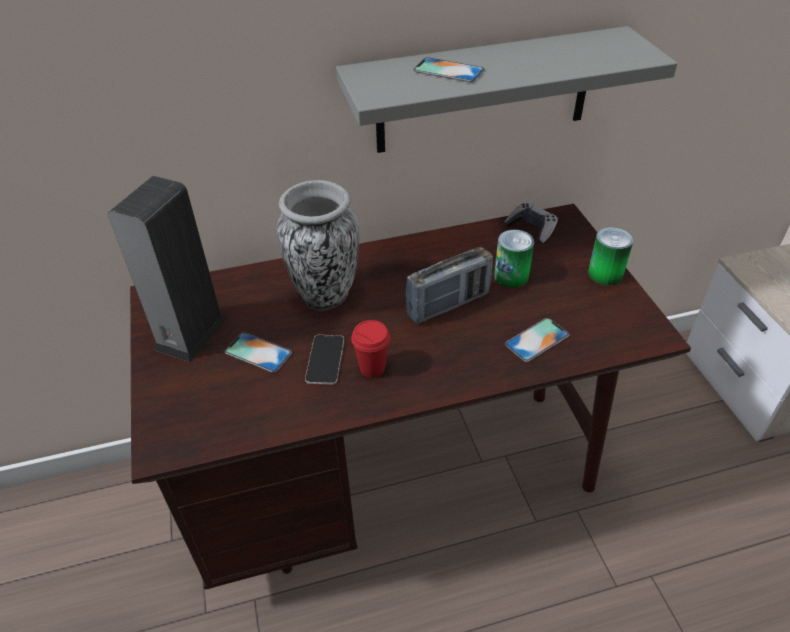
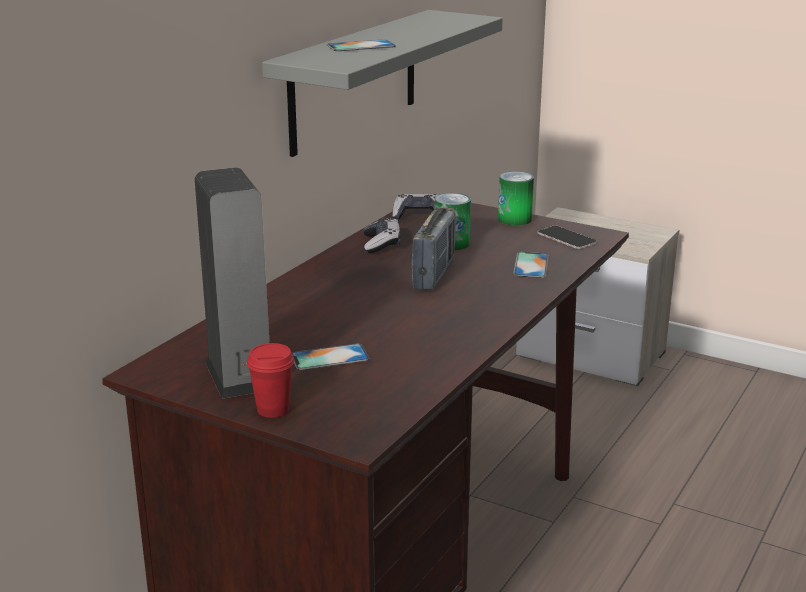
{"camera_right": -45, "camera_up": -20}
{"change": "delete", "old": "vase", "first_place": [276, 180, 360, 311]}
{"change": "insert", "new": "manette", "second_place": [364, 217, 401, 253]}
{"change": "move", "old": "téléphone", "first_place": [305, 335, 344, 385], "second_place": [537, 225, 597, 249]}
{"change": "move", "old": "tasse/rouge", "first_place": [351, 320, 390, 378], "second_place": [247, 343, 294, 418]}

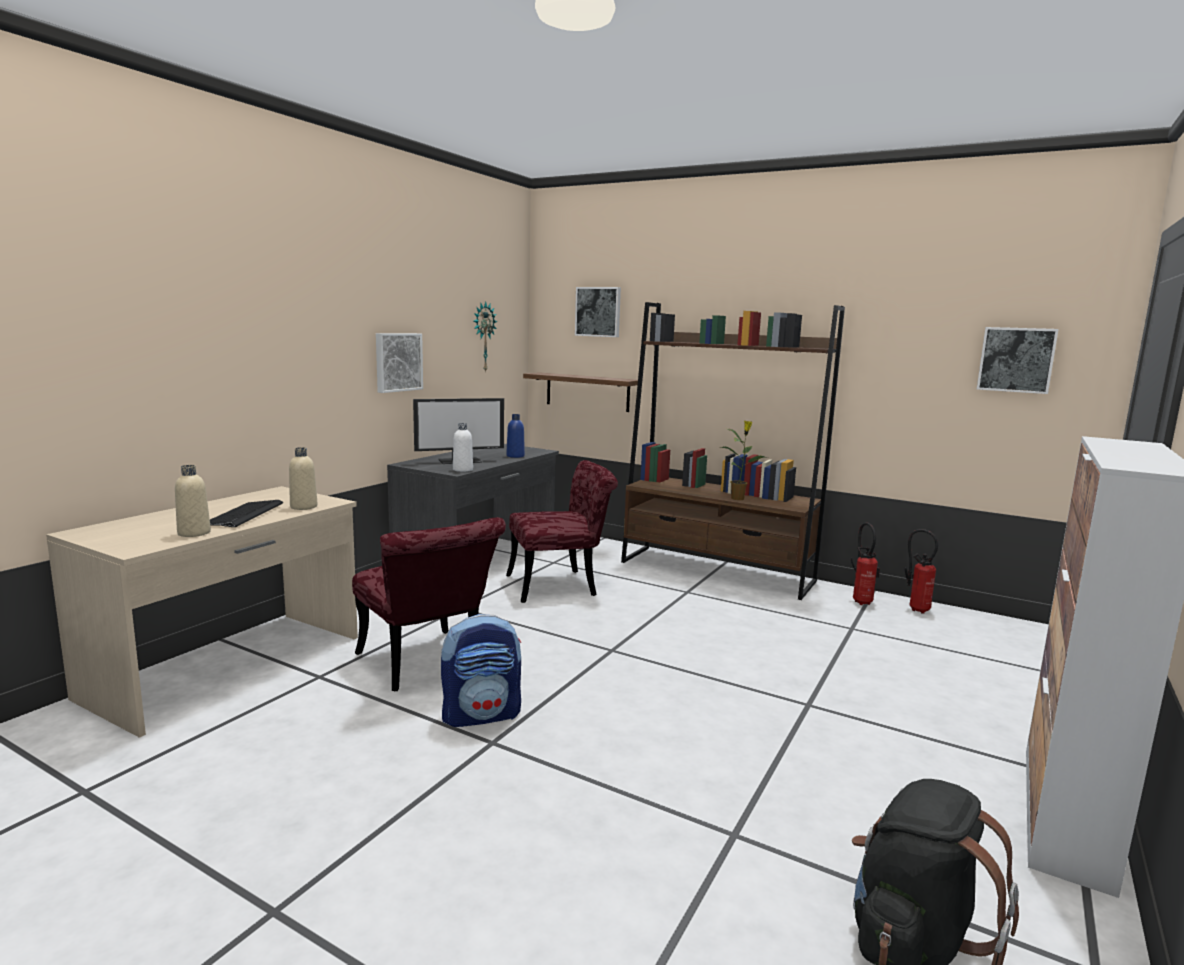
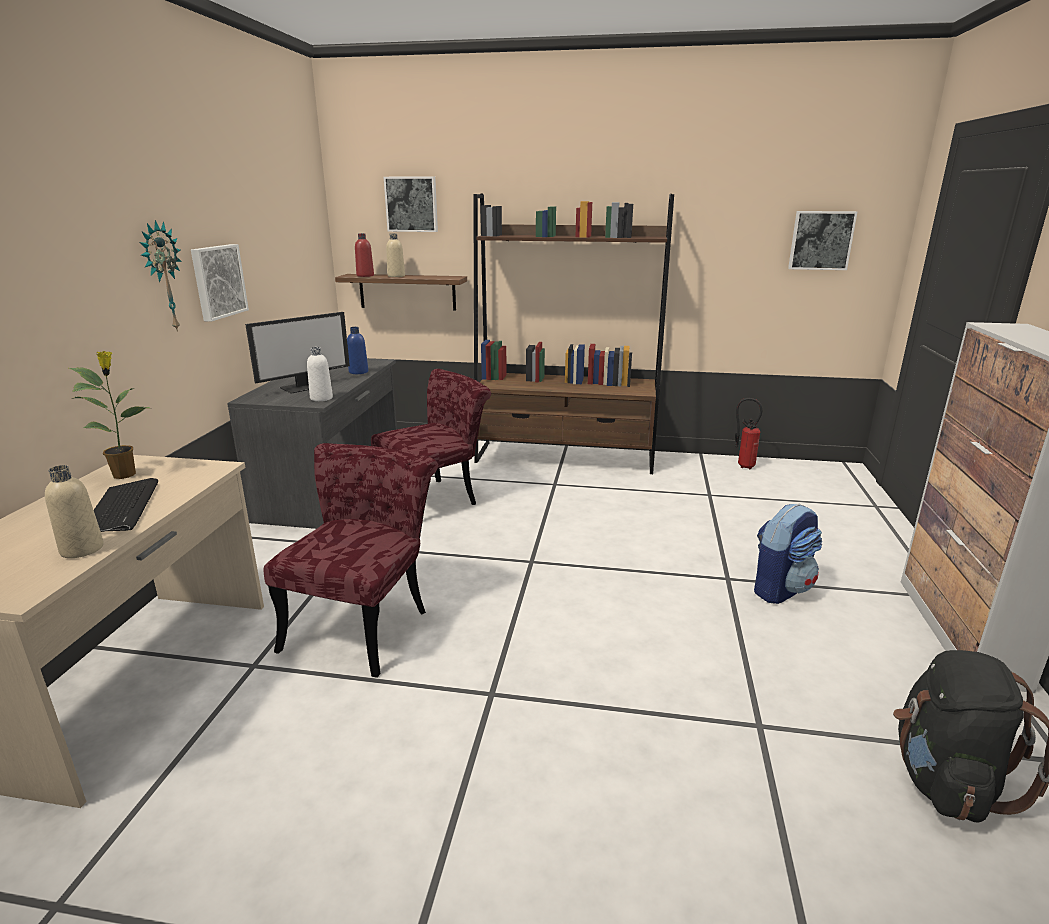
{"camera_right": -20, "camera_up": 10}
{"change": "delete", "old": "extincteur", "first_place": [851, 522, 880, 605]}
{"change": "insert", "new": "bouteille/rouge", "second_place": [355, 233, 374, 277]}
{"change": "move", "old": "bouteille/beige", "first_place": [289, 447, 318, 510], "second_place": [386, 234, 405, 277]}
{"change": "move", "old": "sac à dos", "first_place": [441, 614, 521, 727], "second_place": [754, 504, 822, 604]}
{"change": "move", "old": "horloge murale", "first_place": [474, 301, 497, 373], "second_place": [139, 220, 182, 332]}
{"change": "move", "old": "plante en pot", "first_place": [719, 421, 768, 500], "second_place": [69, 351, 150, 479]}
{"change": "rotate", "old": "chaise/rouge", "first_place": [352, 517, 506, 691], "second_place": [263, 443, 438, 678], "degrees": -105}

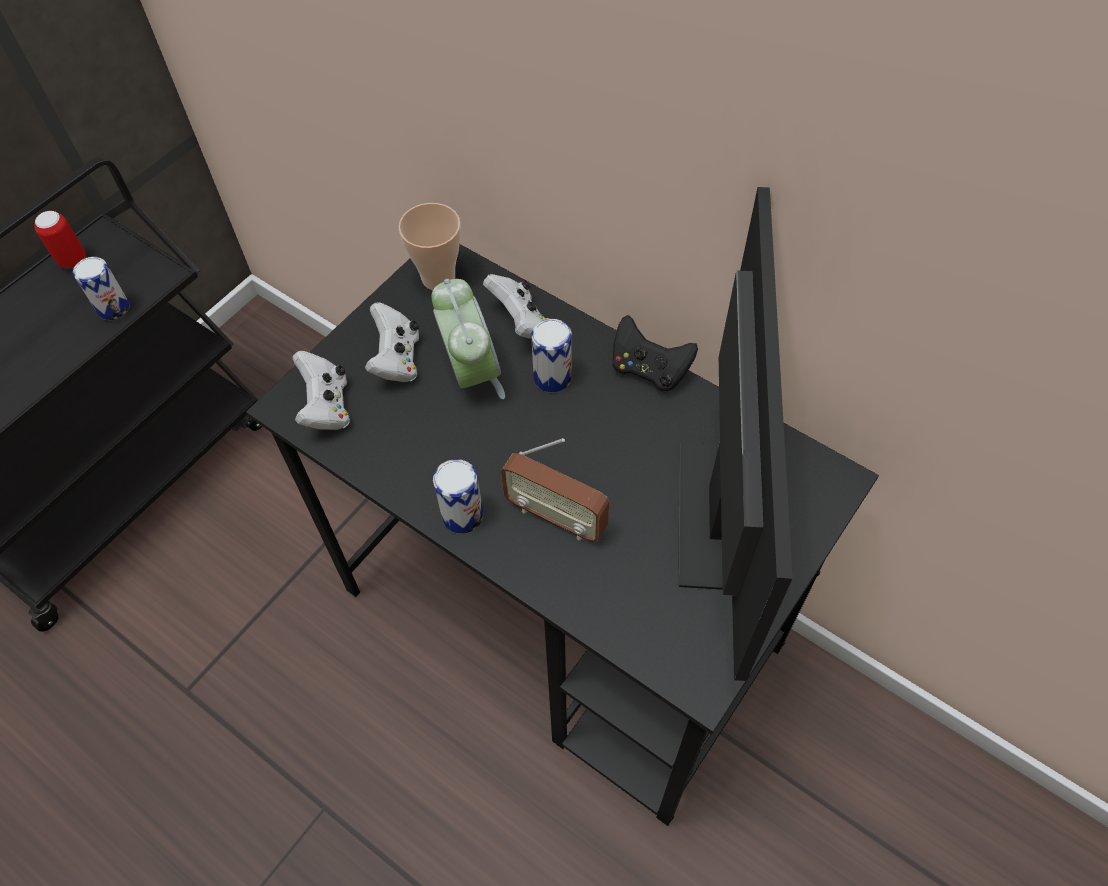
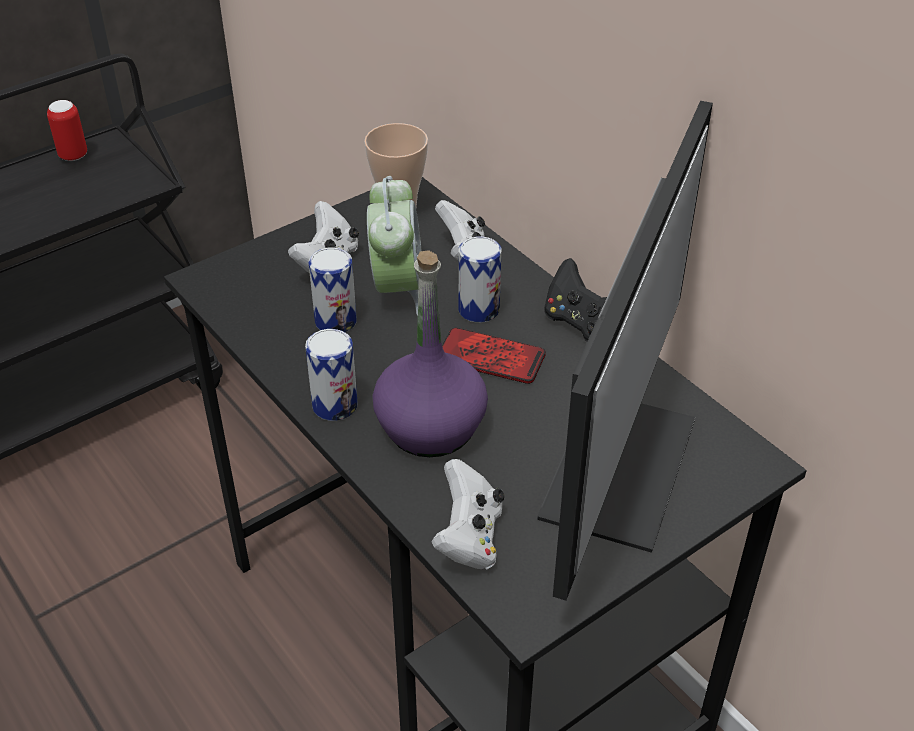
{"camera_right": 15, "camera_up": -15}
{"change": "insert", "new": "téléphone", "second_place": [442, 328, 546, 384]}
{"change": "move", "old": "boîte métallique", "first_place": [73, 257, 130, 320], "second_place": [309, 247, 357, 332]}
{"change": "move", "old": "manette/blanc", "first_place": [293, 351, 350, 430], "second_place": [431, 459, 504, 569]}
{"change": "replace", "old": "radio", "new": "bouteille/violet", "first_place": [501, 438, 609, 542], "second_place": [373, 250, 488, 457]}

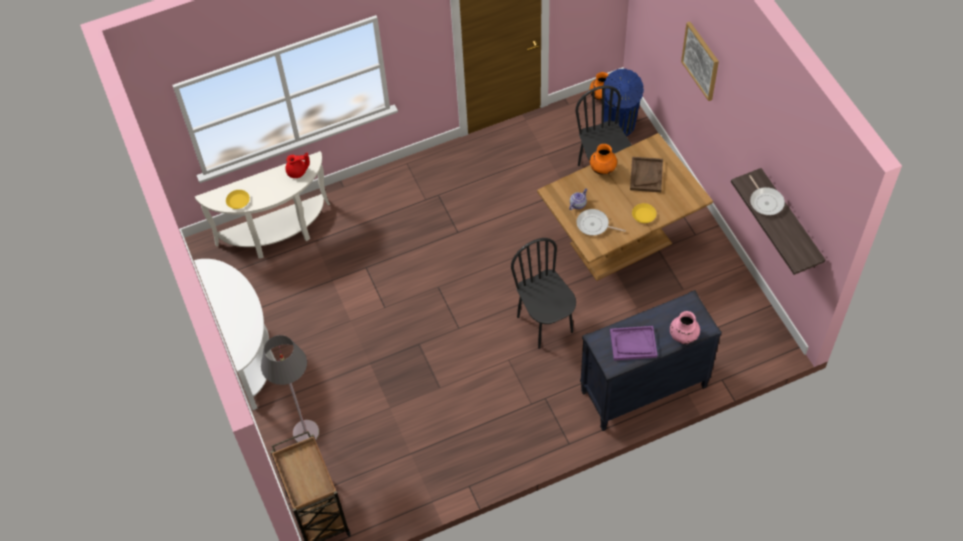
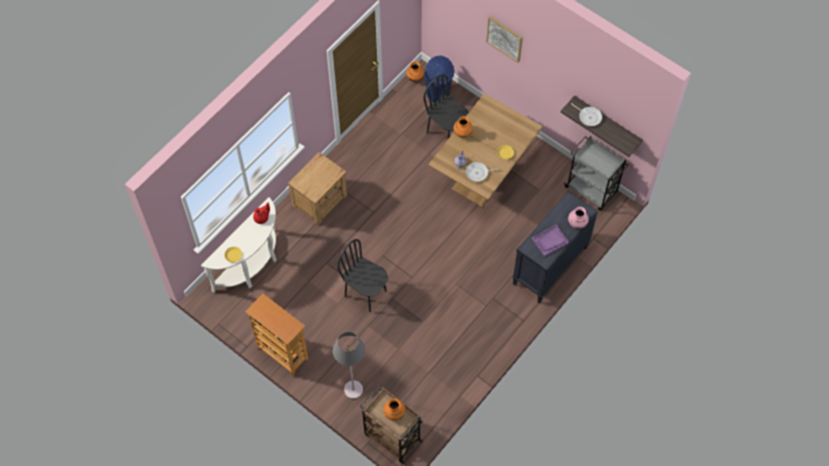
{"camera_right": -30, "camera_up": 5}
{"change": "delete", "old": "plateau/marron", "first_place": [630, 157, 663, 192]}
{"change": "insert", "new": "table de chevet/marron", "second_place": [288, 152, 347, 226]}
{"change": "insert", "new": "vase/orange", "second_place": [384, 399, 405, 420]}
{"change": "insert", "new": "chariot/gris", "second_place": [564, 136, 629, 210]}
{"change": "move", "old": "chaise/noir", "first_place": [511, 238, 576, 349], "second_place": [337, 239, 388, 312]}
{"change": "replace", "old": "table console/blanc", "new": "bibliothèque", "first_place": [194, 259, 276, 410], "second_place": [245, 294, 309, 376]}

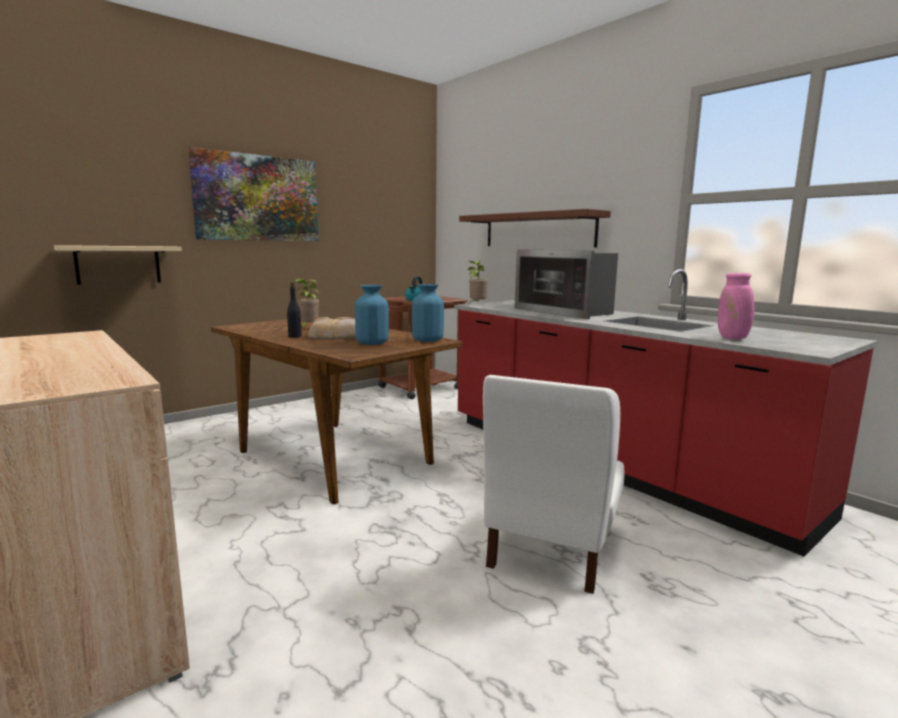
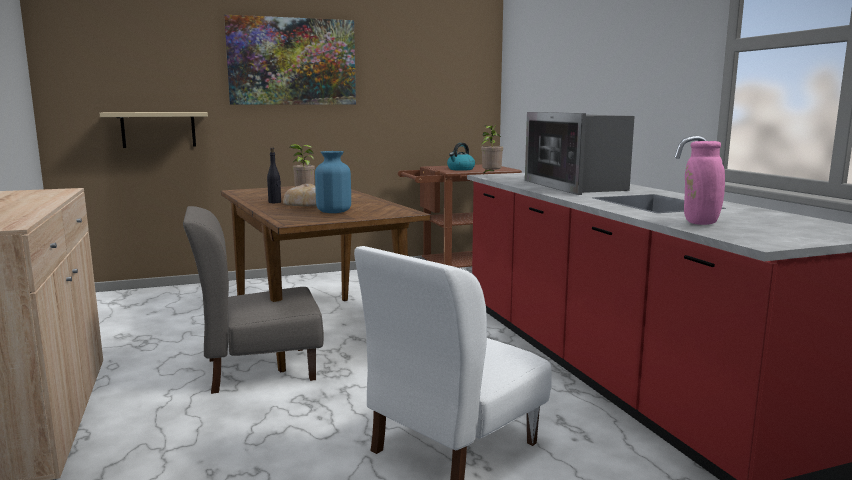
{"camera_right": 20, "camera_up": 0}
{"change": "delete", "old": "vase/bleu", "first_place": [412, 284, 444, 342]}
{"change": "delete", "old": "étagère/marron", "first_place": [459, 209, 611, 247]}
{"change": "insert", "new": "chaise/gris", "second_place": [183, 206, 324, 394]}

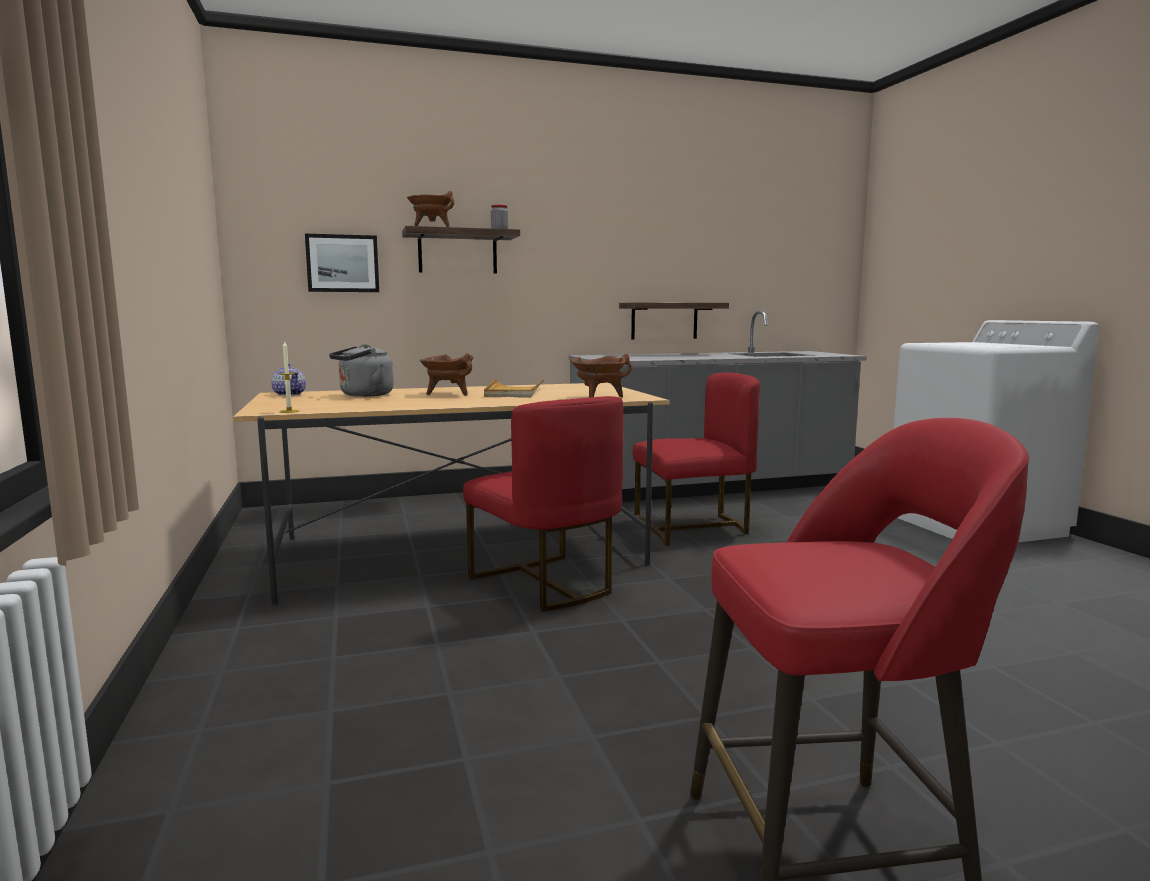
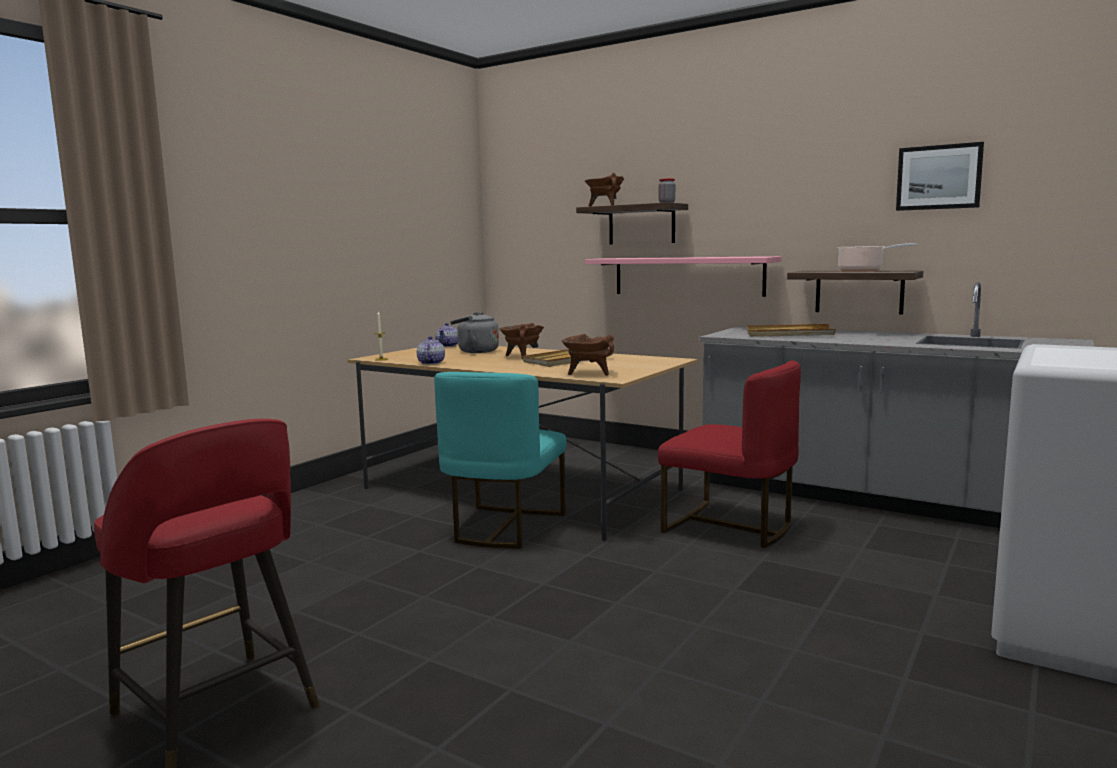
{"camera_right": 50, "camera_up": 0}
{"change": "insert", "new": "théière", "second_place": [417, 336, 445, 365]}
{"change": "insert", "new": "étagère/rose", "second_place": [585, 256, 782, 297]}
{"change": "insert", "new": "plateau/beige", "second_place": [747, 324, 836, 337]}
{"change": "insert", "new": "marmite", "second_place": [837, 243, 917, 272]}
{"change": "move", "old": "tableau", "first_place": [305, 234, 379, 292], "second_place": [896, 142, 984, 211]}
{"change": "recolor", "old": "chaise/rouge", "new": "chaise/turquoise", "first_place": [463, 396, 623, 612], "second_place": [434, 372, 567, 549]}

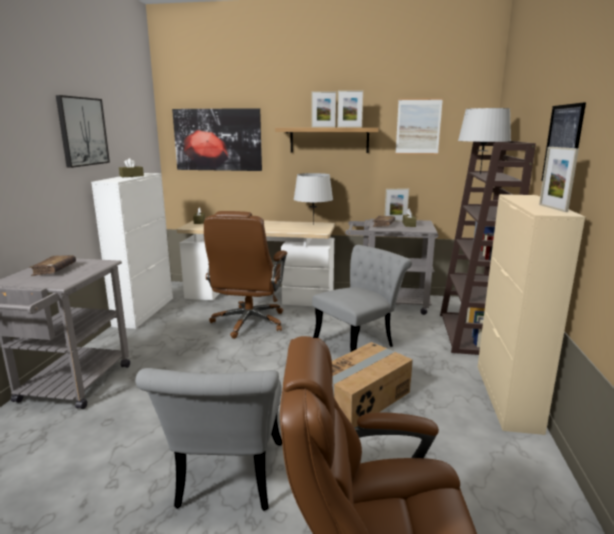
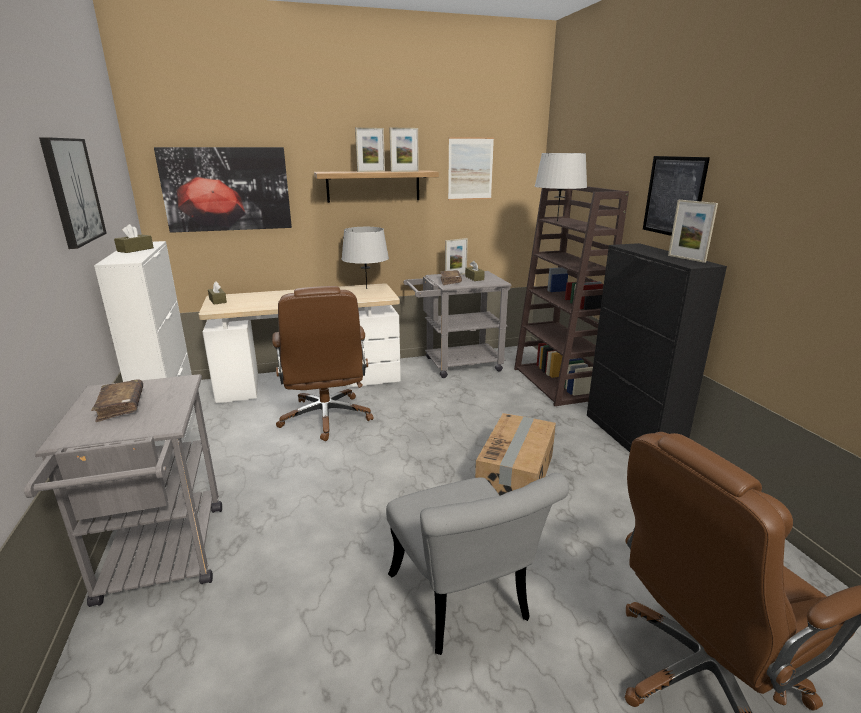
{"camera_right": -25, "camera_up": 5}
{"change": "delete", "old": "chaise/gris", "first_place": [312, 245, 412, 352]}
{"change": "recolor", "old": "meuble de rangement/beige", "new": "meuble de rangement/noir", "first_place": [478, 194, 585, 435], "second_place": [587, 243, 727, 452]}

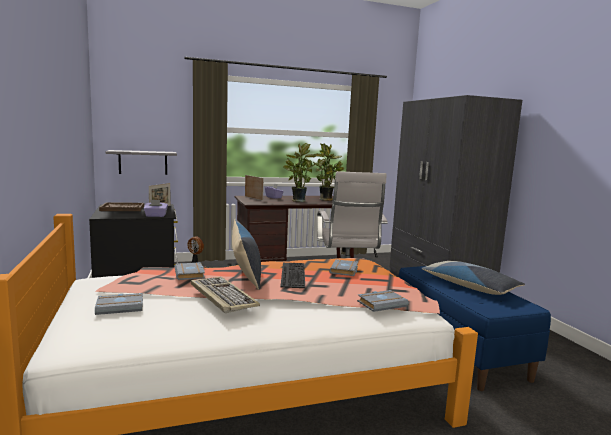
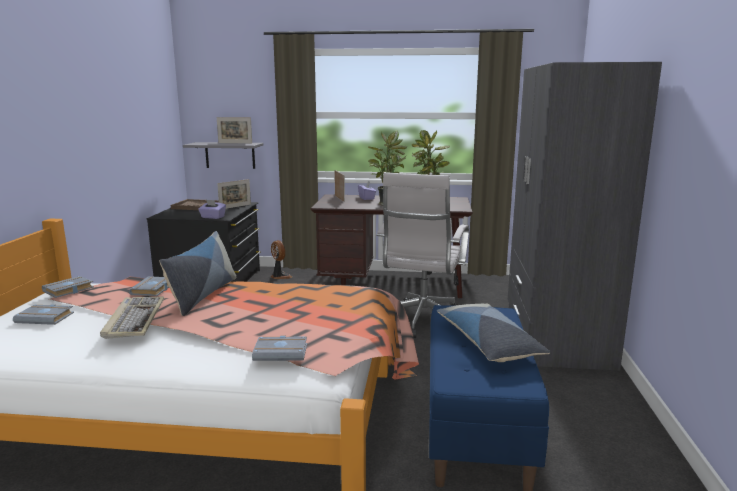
{"camera_right": 25, "camera_up": 5}
{"change": "delete", "old": "clavier", "first_place": [280, 263, 305, 288]}
{"change": "insert", "new": "cadre photo", "second_place": [217, 117, 252, 143]}
{"change": "move", "old": "livre/gris", "first_place": [329, 259, 358, 276], "second_place": [42, 276, 94, 298]}

